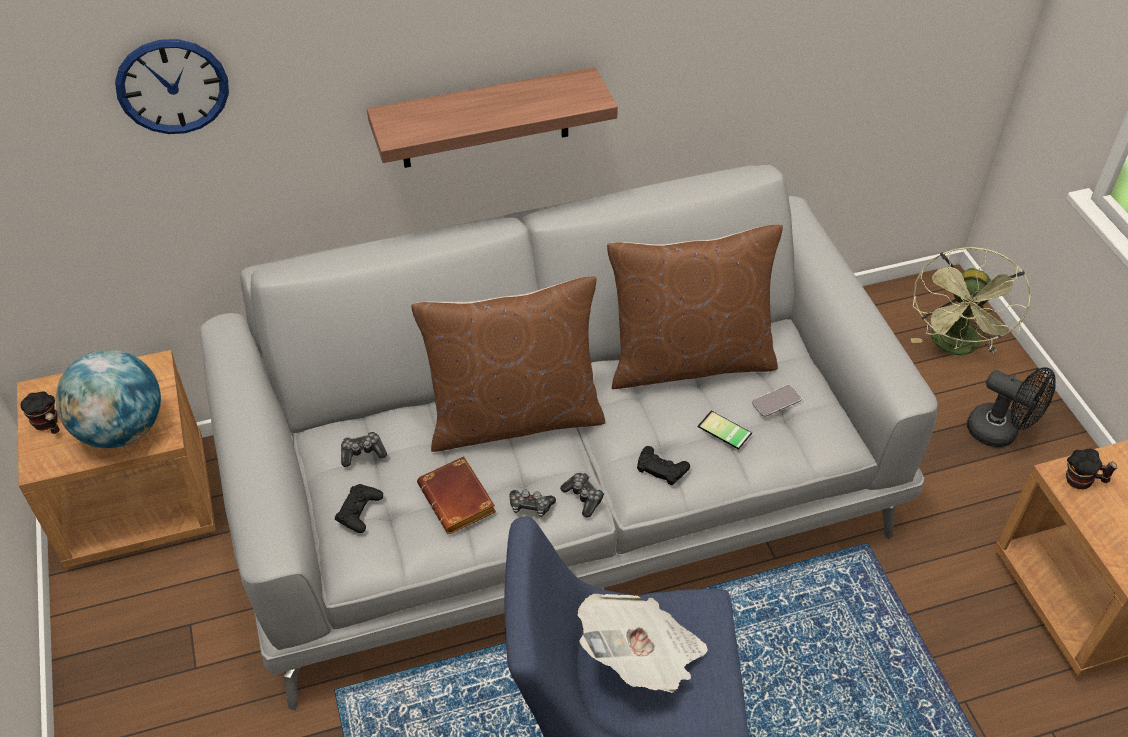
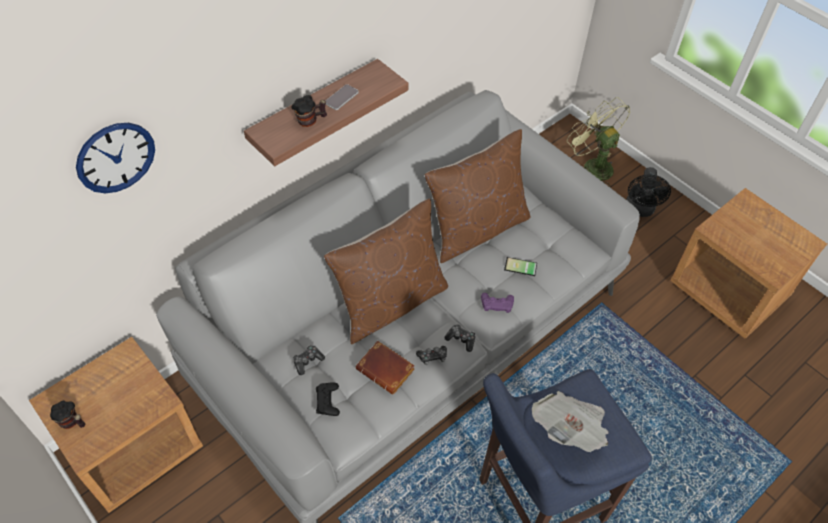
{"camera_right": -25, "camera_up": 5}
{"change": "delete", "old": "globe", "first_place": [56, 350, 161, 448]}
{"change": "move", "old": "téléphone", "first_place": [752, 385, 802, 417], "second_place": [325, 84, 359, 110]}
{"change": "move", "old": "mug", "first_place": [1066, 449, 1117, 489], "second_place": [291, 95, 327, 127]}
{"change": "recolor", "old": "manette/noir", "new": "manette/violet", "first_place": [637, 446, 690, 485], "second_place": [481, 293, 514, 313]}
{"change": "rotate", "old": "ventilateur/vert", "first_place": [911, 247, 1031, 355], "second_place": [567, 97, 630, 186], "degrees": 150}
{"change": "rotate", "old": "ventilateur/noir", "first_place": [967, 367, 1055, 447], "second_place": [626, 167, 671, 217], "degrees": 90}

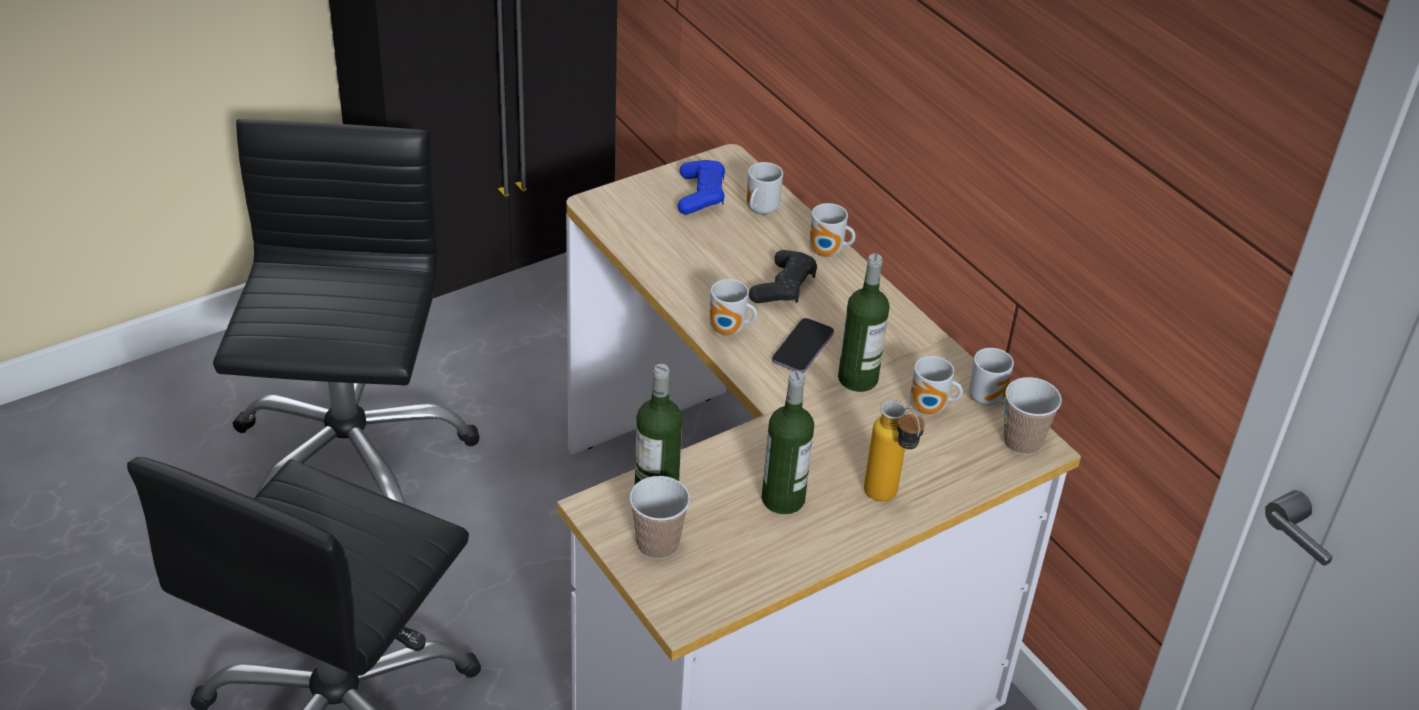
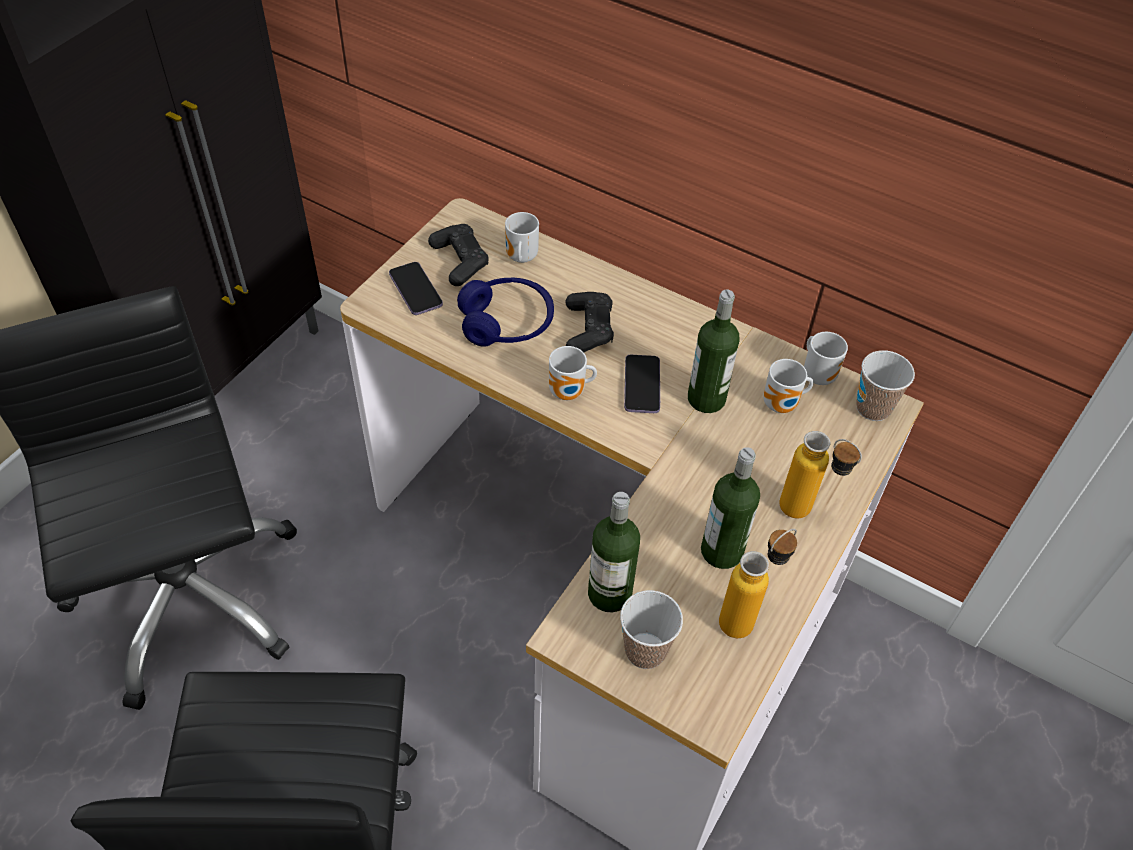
{"camera_right": -25, "camera_up": 10}
{"change": "delete", "old": "mug", "first_place": [809, 203, 855, 257]}
{"change": "insert", "new": "téléphone", "second_place": [389, 262, 443, 315]}
{"change": "insert", "new": "casque audio/bleu", "second_place": [457, 277, 554, 347]}
{"change": "insert", "new": "bouteille", "second_place": [719, 529, 797, 638]}
{"change": "recolor", "old": "manette/bleu", "new": "manette/noir", "first_place": [677, 160, 725, 214], "second_place": [428, 224, 488, 286]}

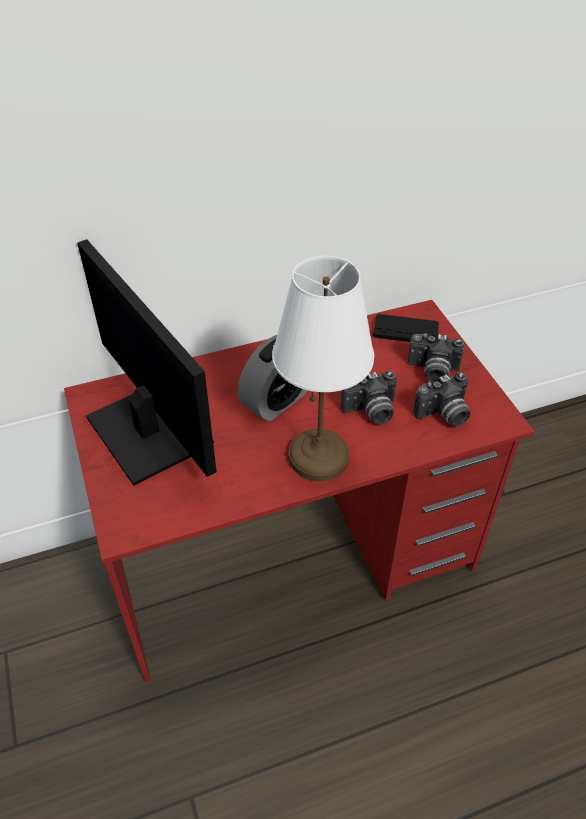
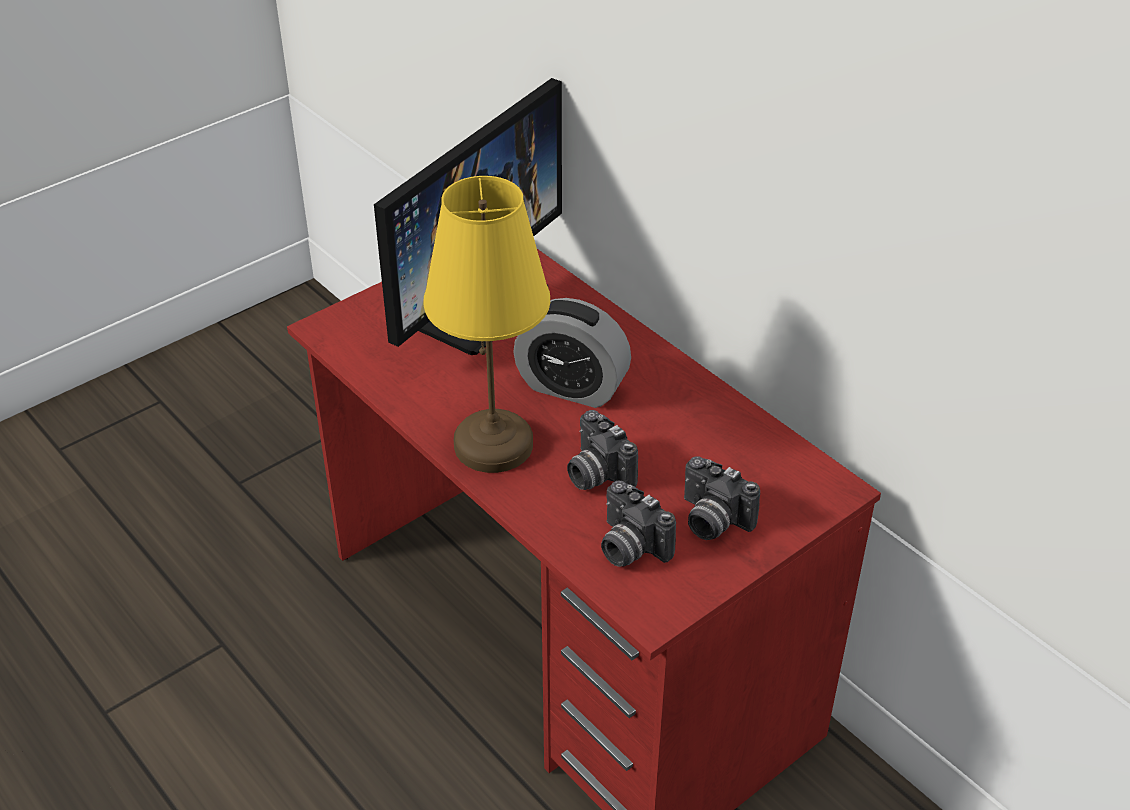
{"camera_right": 70, "camera_up": -5}
{"change": "delete", "old": "manette/noir", "first_place": [373, 314, 439, 342]}
{"change": "recolor", "old": "lampe de table/blanc", "new": "lampe de table/jaune", "first_place": [272, 256, 374, 481], "second_place": [423, 176, 550, 473]}
{"change": "rotate", "old": "appareil photo", "first_place": [408, 333, 465, 383], "second_place": [684, 456, 760, 540], "degrees": -45}

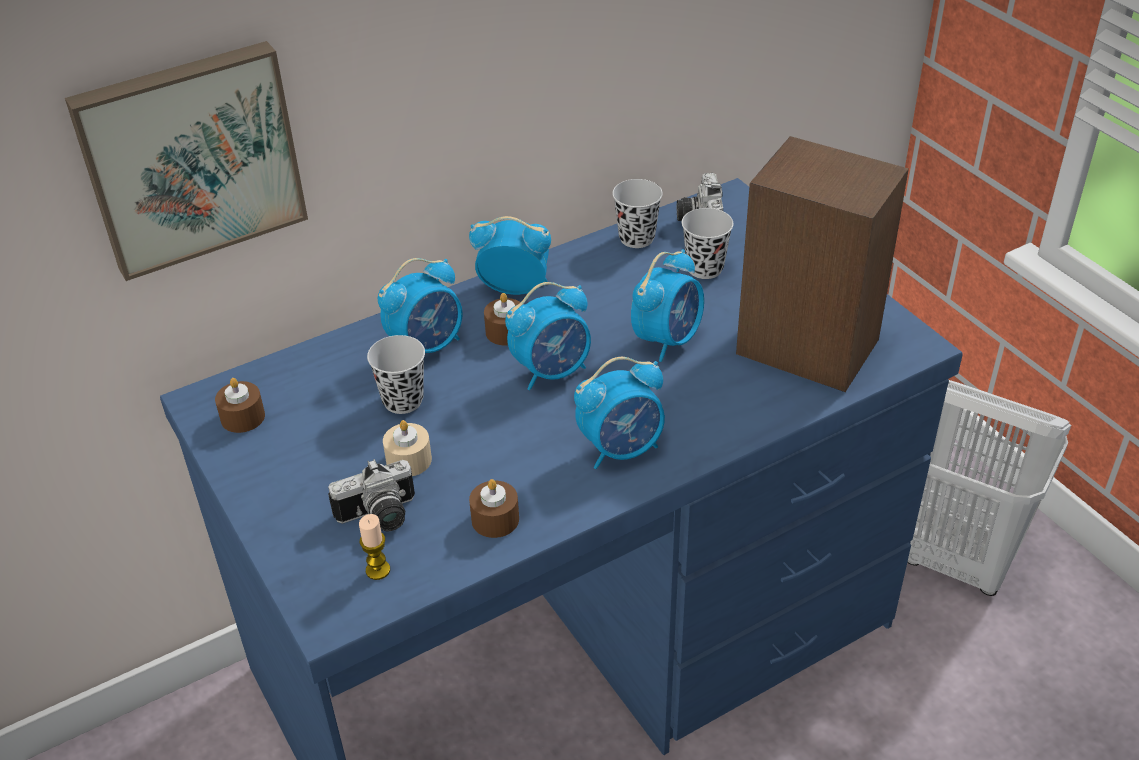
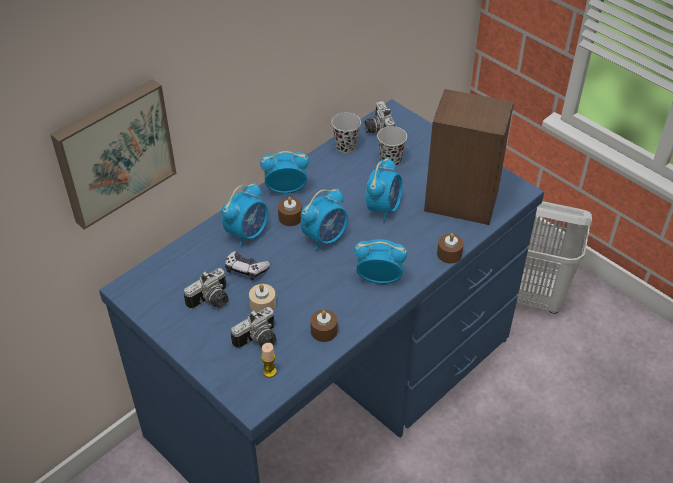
{"camera_right": -15, "camera_up": 5}
{"change": "insert", "new": "appareil photo", "second_place": [184, 268, 228, 309]}
{"change": "move", "old": "bougie/marron", "first_place": [215, 378, 265, 433], "second_place": [437, 233, 464, 263]}
{"change": "replace", "old": "tasse/noir", "new": "manette", "first_place": [367, 335, 425, 414], "second_place": [225, 251, 270, 280]}
{"change": "rotate", "old": "réveil", "first_place": [574, 357, 665, 469], "second_place": [354, 239, 407, 284], "degrees": -135}

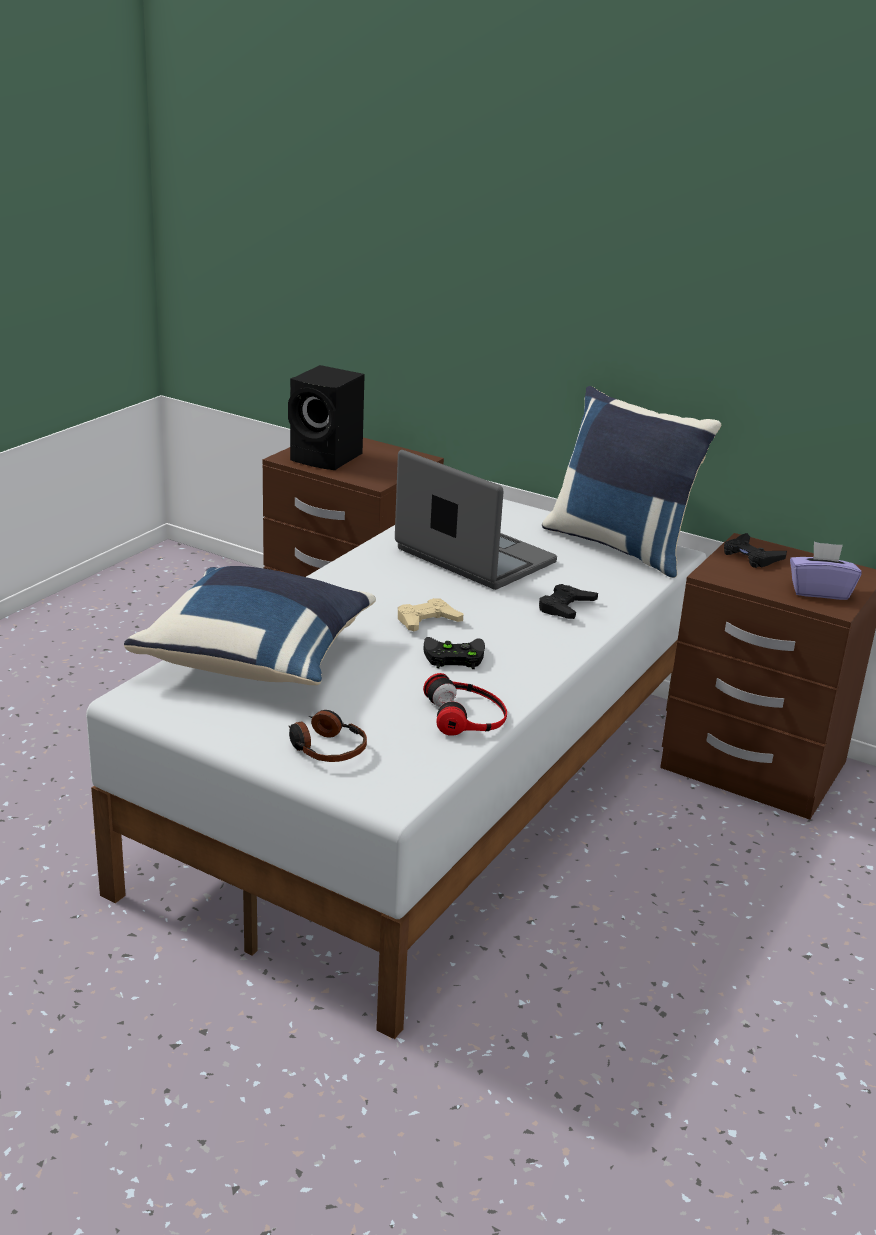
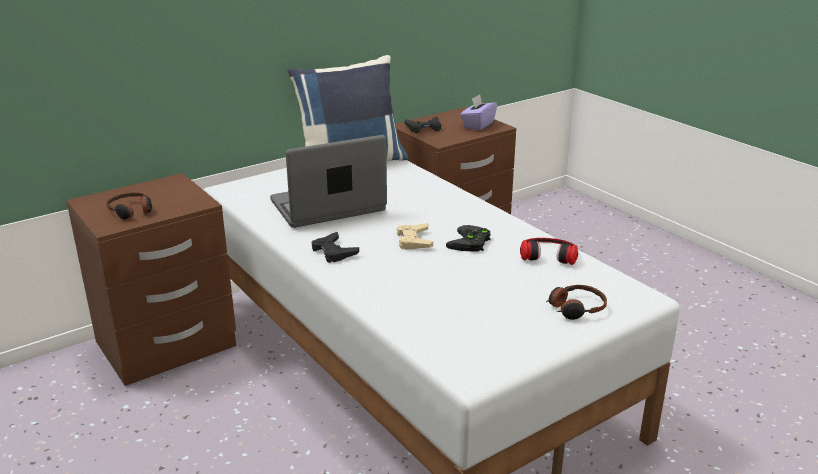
{"camera_right": -65, "camera_up": 0}
{"change": "delete", "old": "coussin/bleu", "first_place": [124, 566, 376, 685]}
{"change": "move", "old": "manette/noir", "first_place": [539, 584, 598, 619], "second_place": [312, 232, 359, 263]}
{"change": "replace", "old": "enceinte/noir", "new": "casque audio", "first_place": [288, 365, 365, 470], "second_place": [106, 192, 152, 219]}

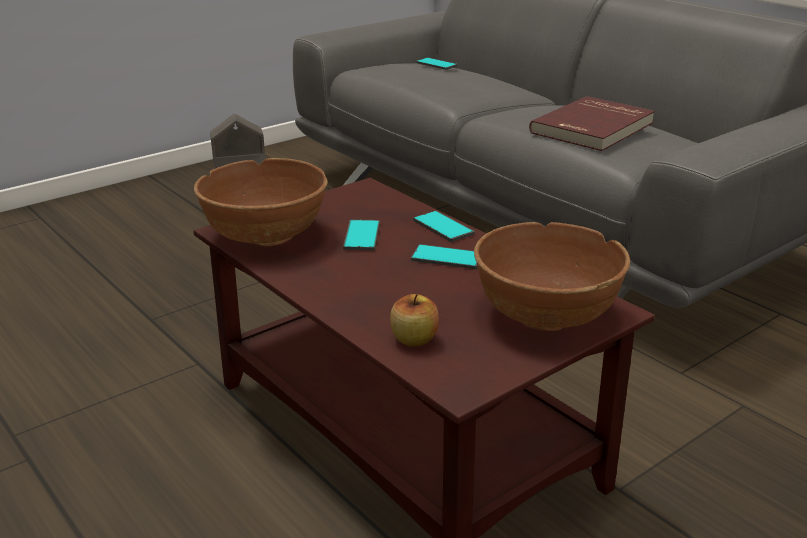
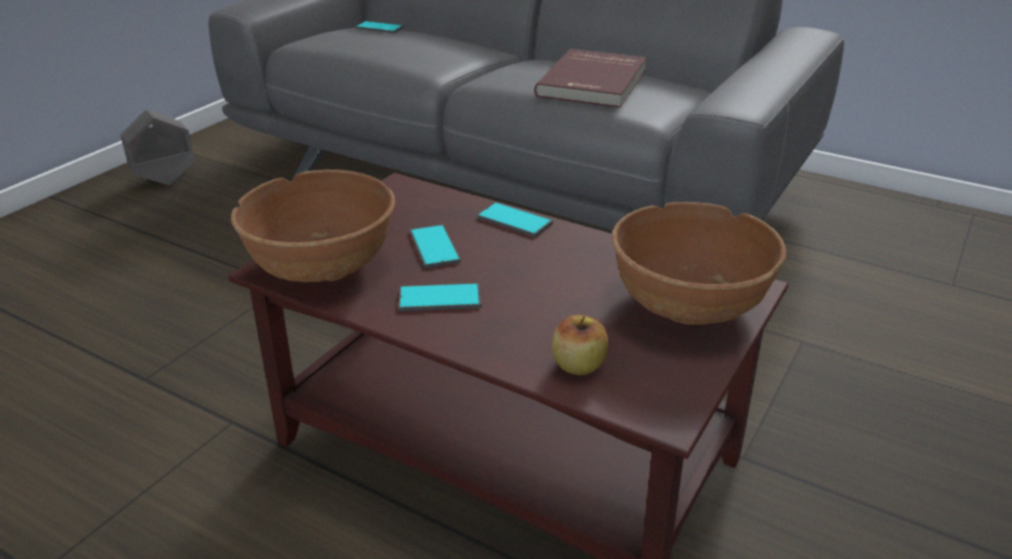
{"camera_right": -20, "camera_up": 5}
{"change": "move", "old": "téléphone", "first_place": [411, 244, 478, 269], "second_place": [399, 283, 482, 311]}

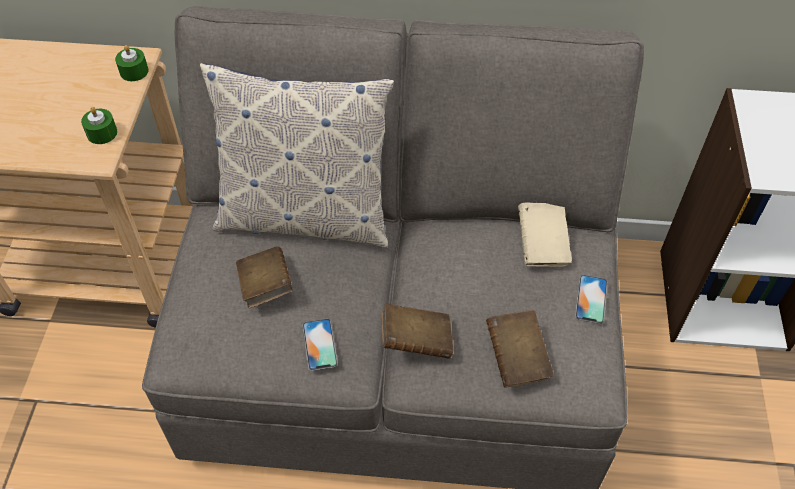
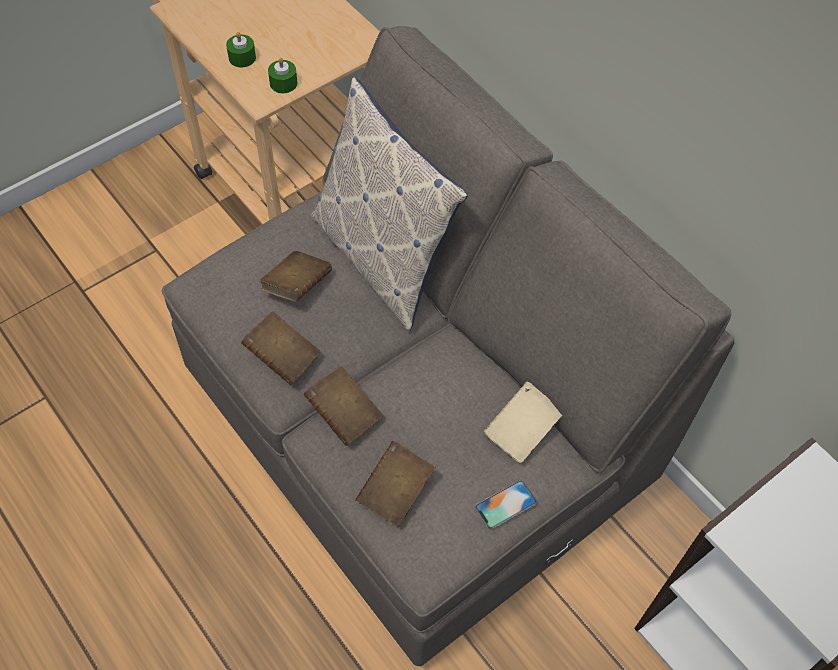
{"camera_right": 45, "camera_up": 5}
{"change": "move", "old": "bougie/vert", "first_place": [115, 45, 149, 81], "second_place": [226, 32, 256, 67]}
{"change": "replace", "old": "téléphone", "new": "livre/marron", "first_place": [302, 319, 338, 371], "second_place": [241, 311, 321, 385]}

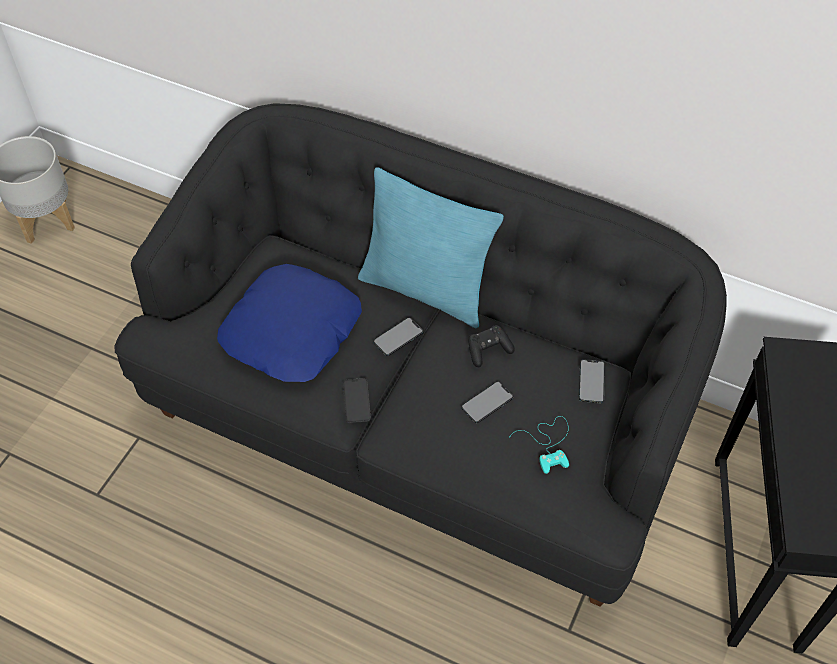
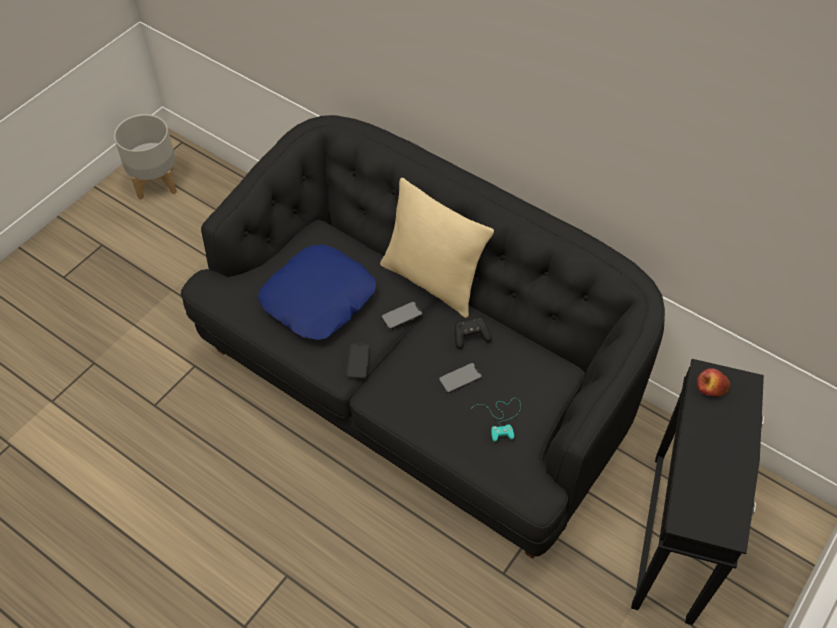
{"camera_right": 10, "camera_up": 0}
{"change": "delete", "old": "téléphone", "first_place": [579, 359, 605, 403]}
{"change": "insert", "new": "pomme", "second_place": [697, 368, 730, 397]}
{"change": "recolor", "old": "coussin/turquoise", "new": "coussin/beige", "first_place": [358, 167, 504, 328], "second_place": [380, 178, 494, 318]}

